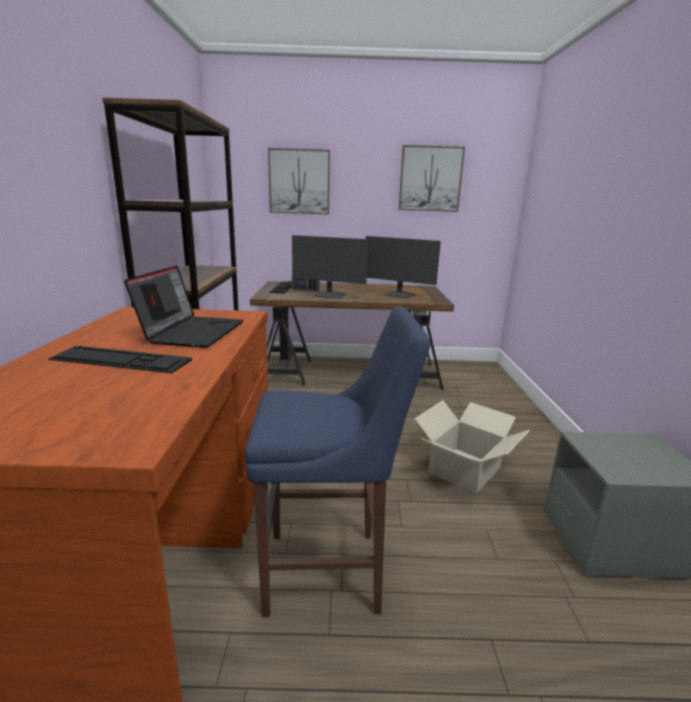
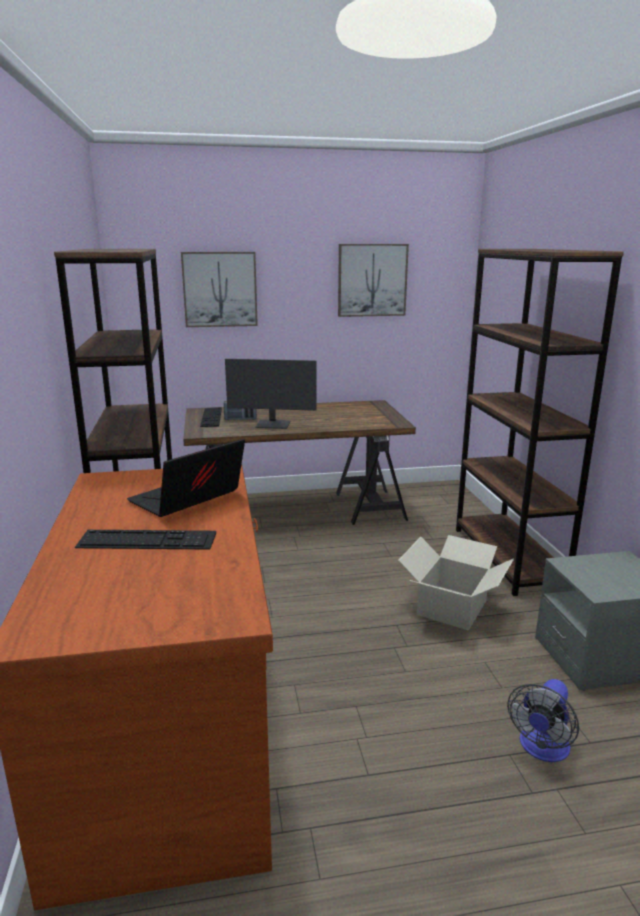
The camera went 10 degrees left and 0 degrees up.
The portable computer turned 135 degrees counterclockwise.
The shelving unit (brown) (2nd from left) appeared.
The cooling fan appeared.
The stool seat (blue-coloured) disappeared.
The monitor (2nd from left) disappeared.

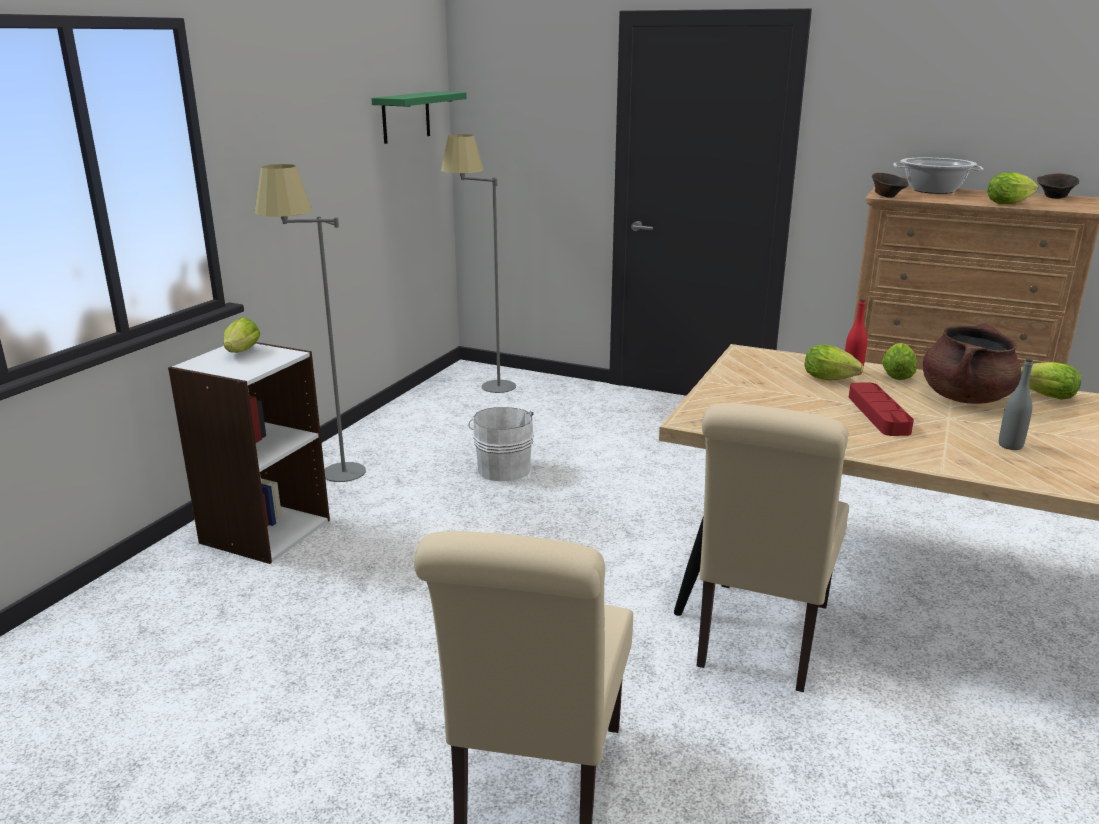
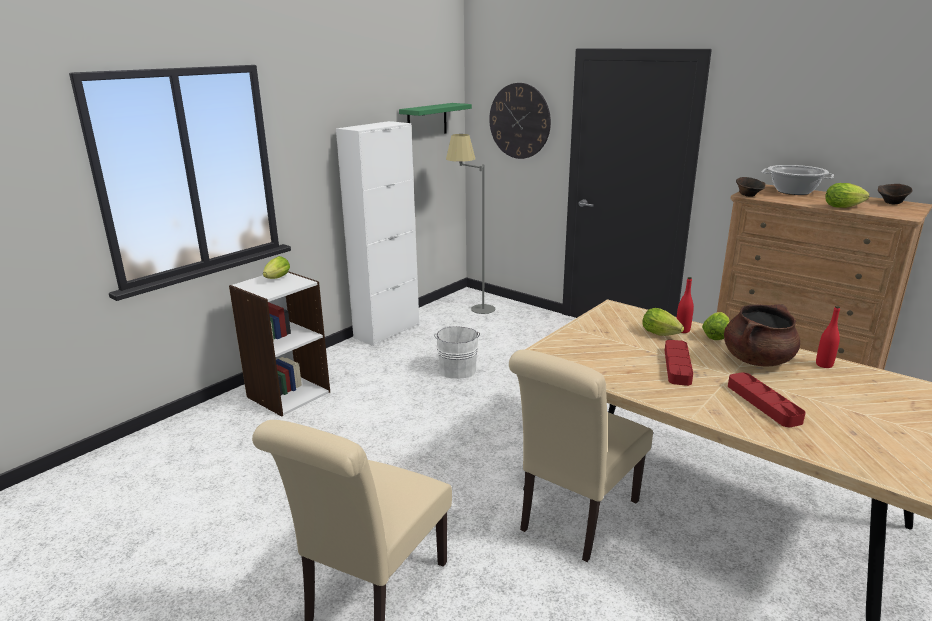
The camera went 15 degrees right and 0 degrees up.
The cabinet (white-coloured) appeared.
The clock on the wall appeared.
The beverage bottle (greyish) was replaced by the tray (reddish) (2nd from left).
The lettuce (5th from left) was replaced by the beverage bottle (reddish) (2nd from left).
The floor lamp (greyish) (1st from left) disappeared.

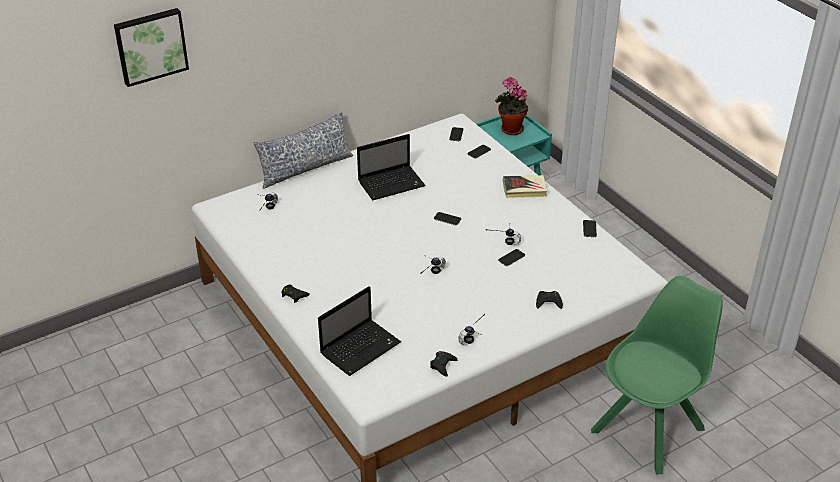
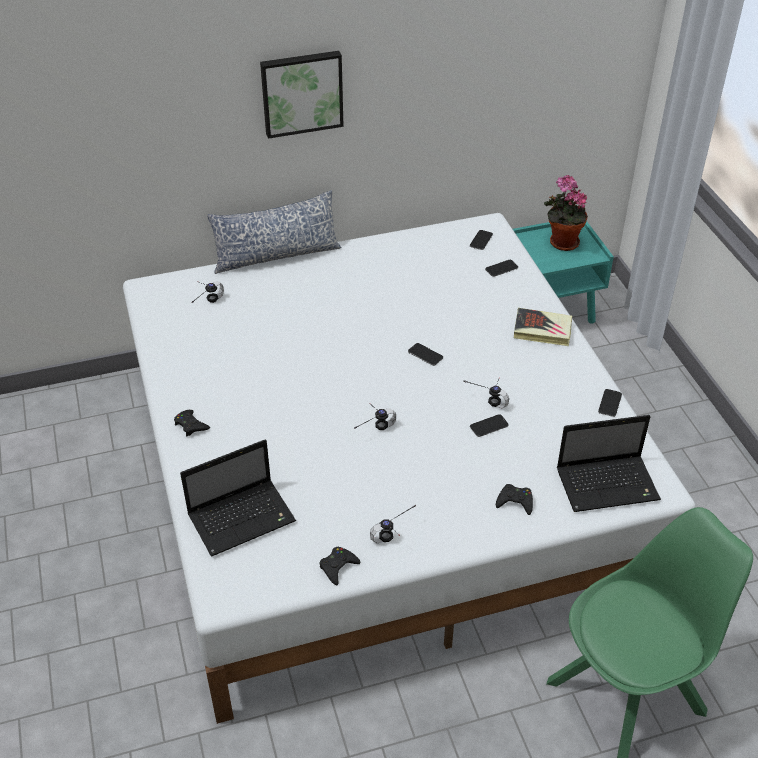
The camera went 15 degrees right and 5 degrees up.
The wall picture moved.
The portable computer (2nd from left) moved.

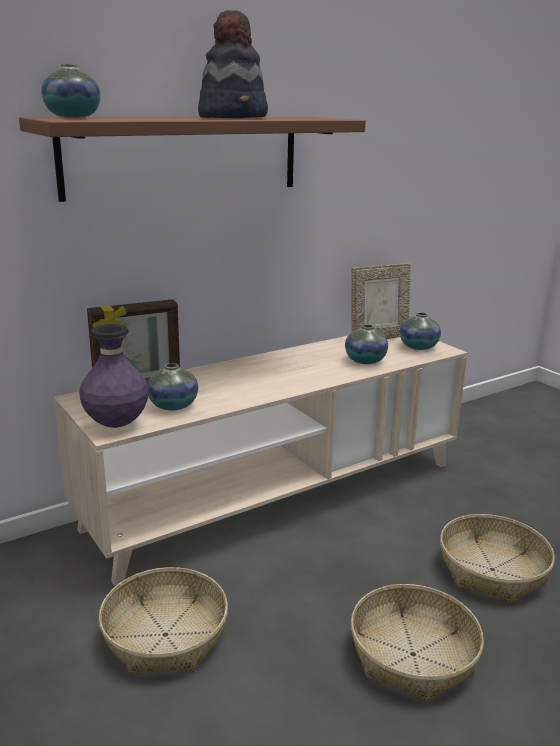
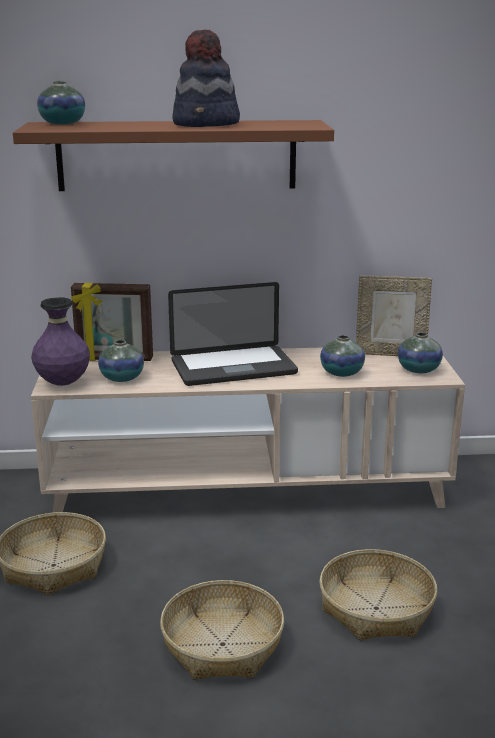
The camera went 30 degrees right and 0 degrees up.
The portable computer appeared.

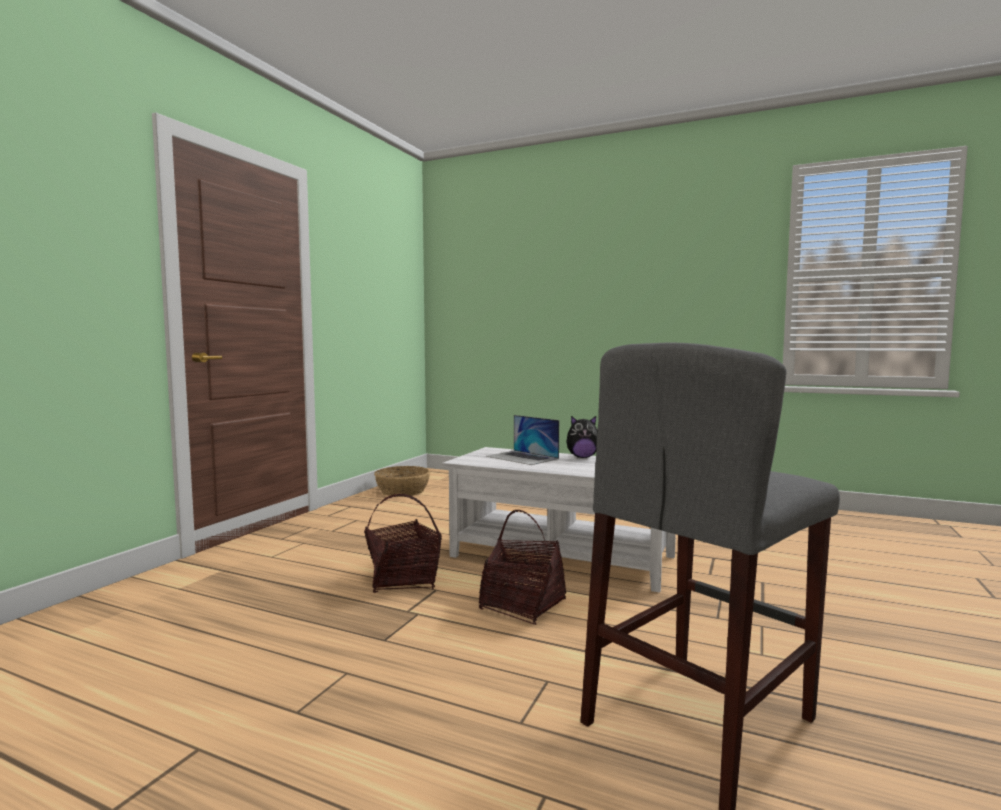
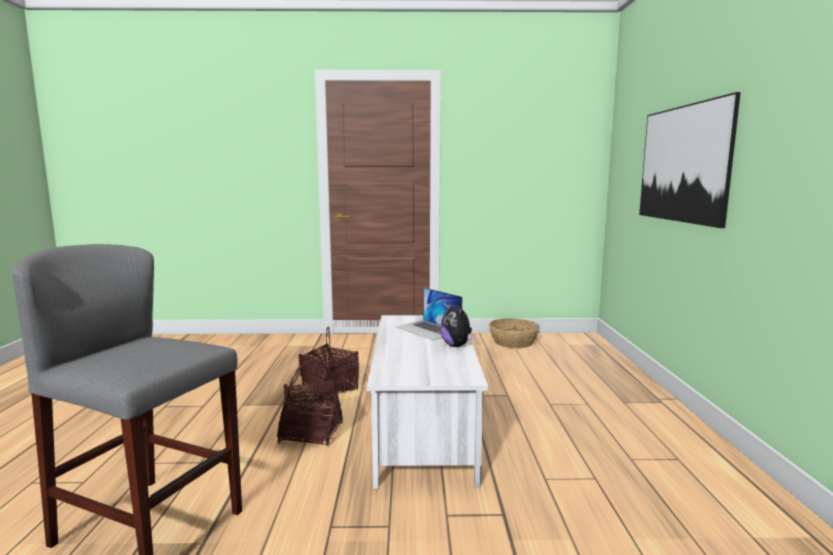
The camera went 65 degrees right and 5 degrees up.
The portable computer turned 60 degrees counterclockwise.
The wall picture appeared.

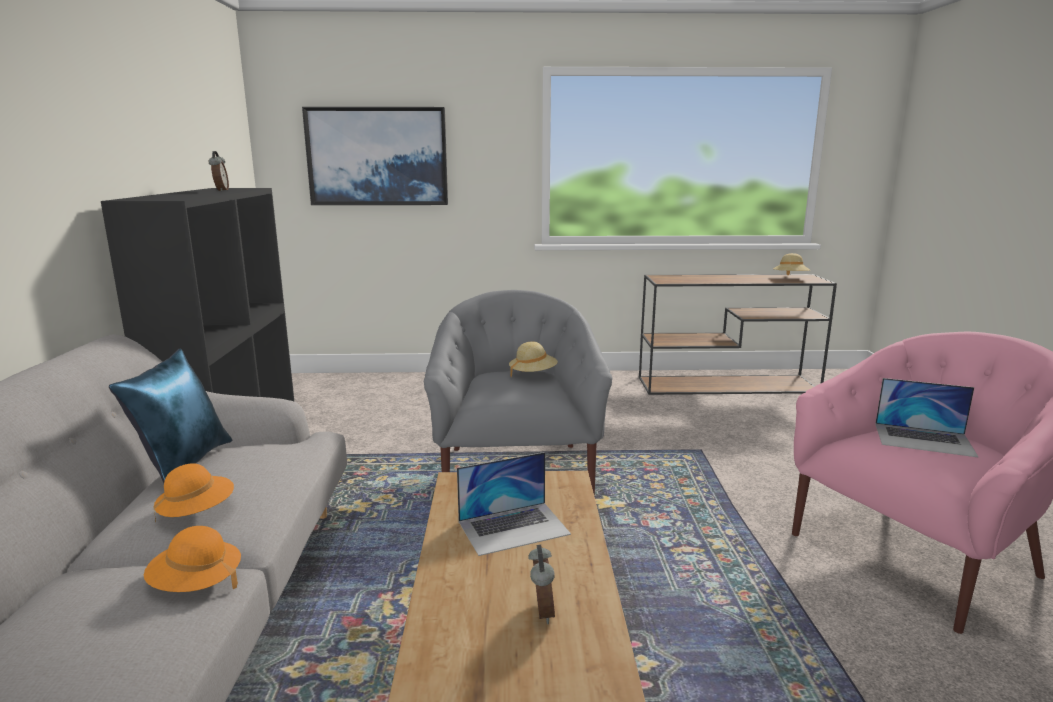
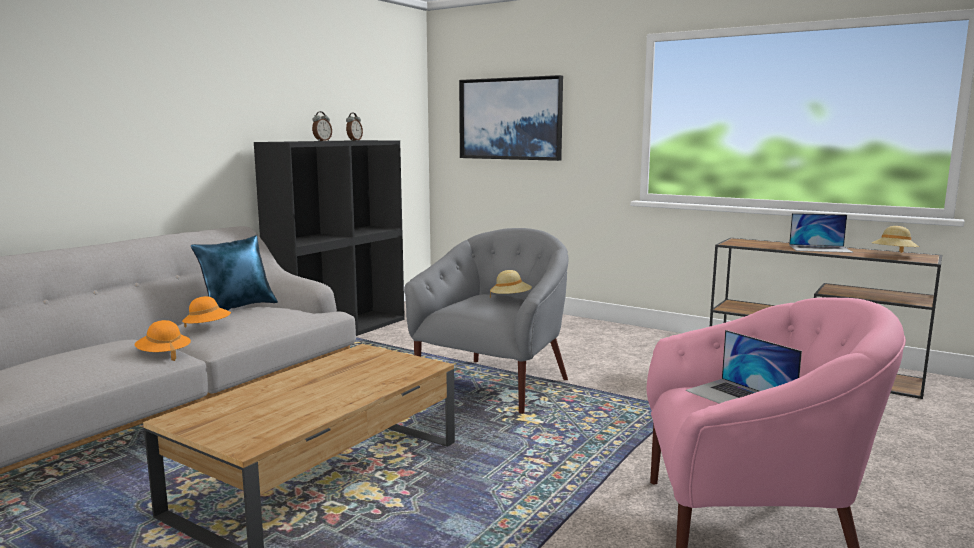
The camera went 35 degrees right and 5 degrees down.
The table clock (2nd from left in the first image) moved.
The portable computer (1st from left in the first image) moved.

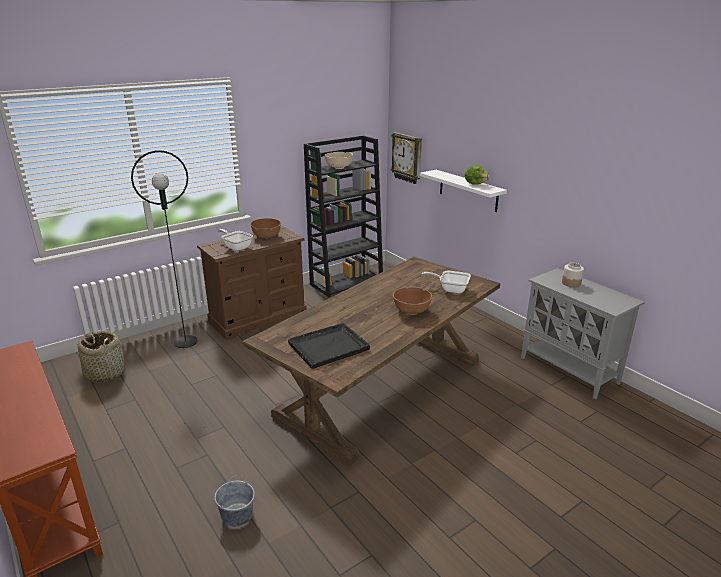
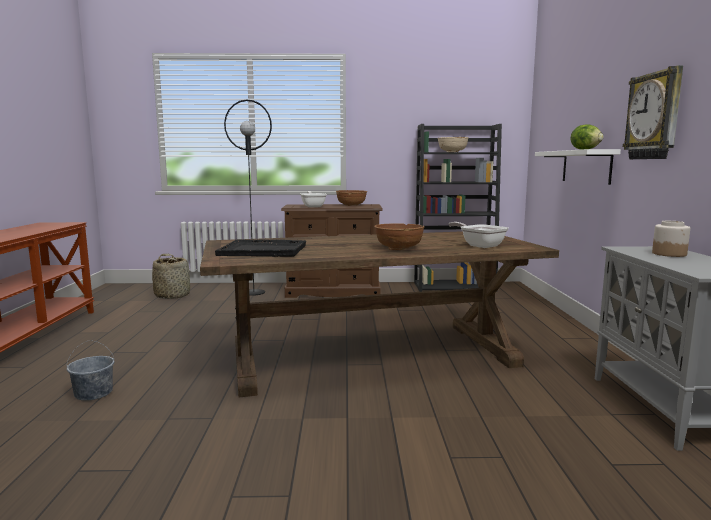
The camera went 35 degrees right and 15 degrees down.
The clock on the wall moved.

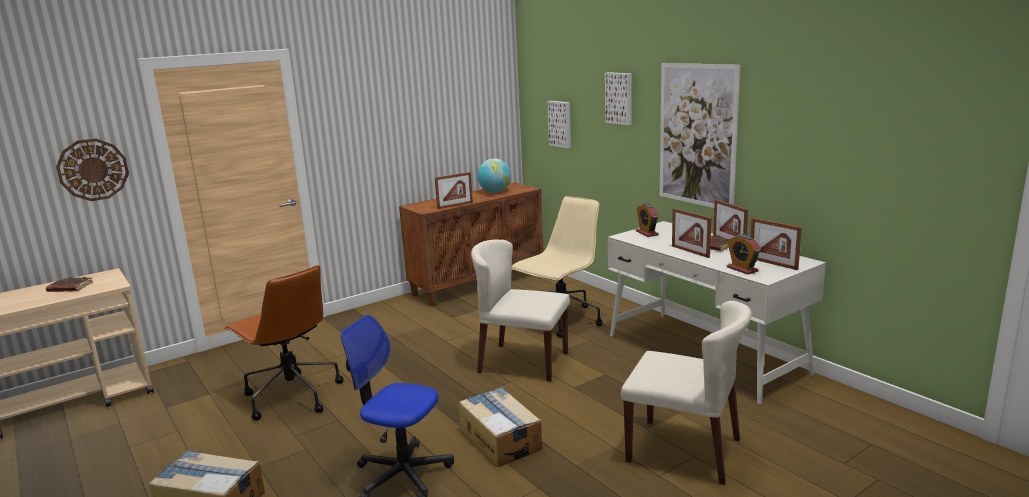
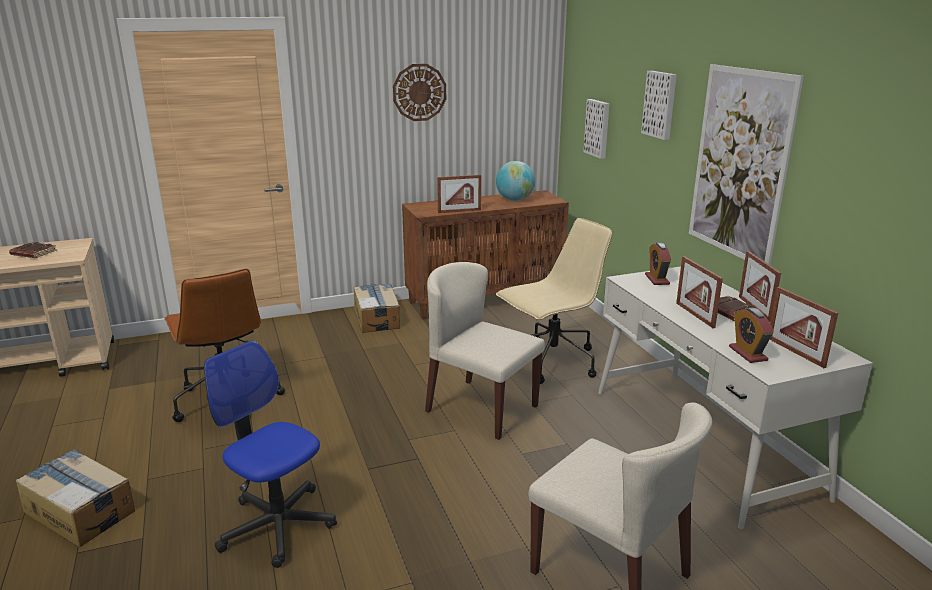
The camera went 15 degrees right and 5 degrees up.
The packing box (2nd from left) moved.
The clock on the wall moved.

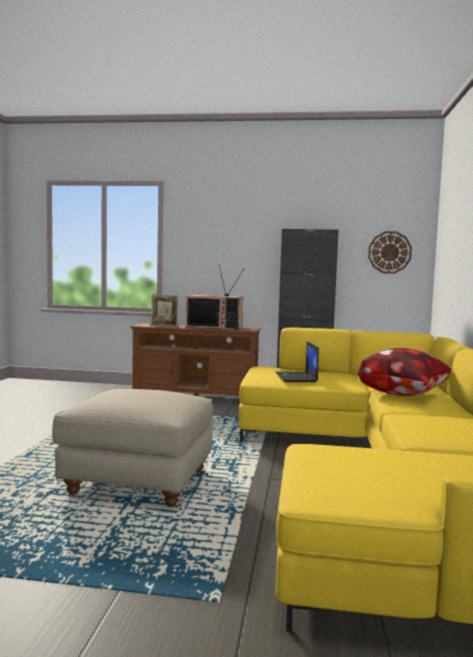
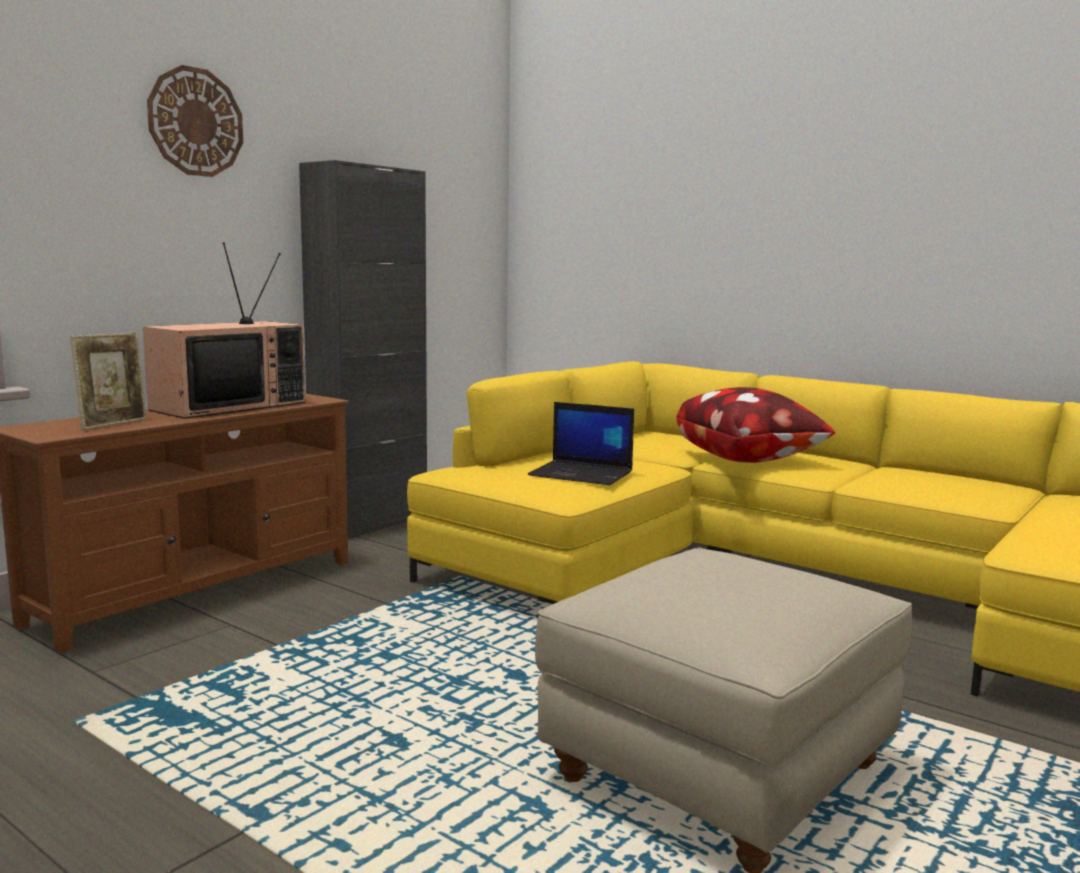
The camera went 60 degrees left and 5 degrees up.
The clock on the wall moved.

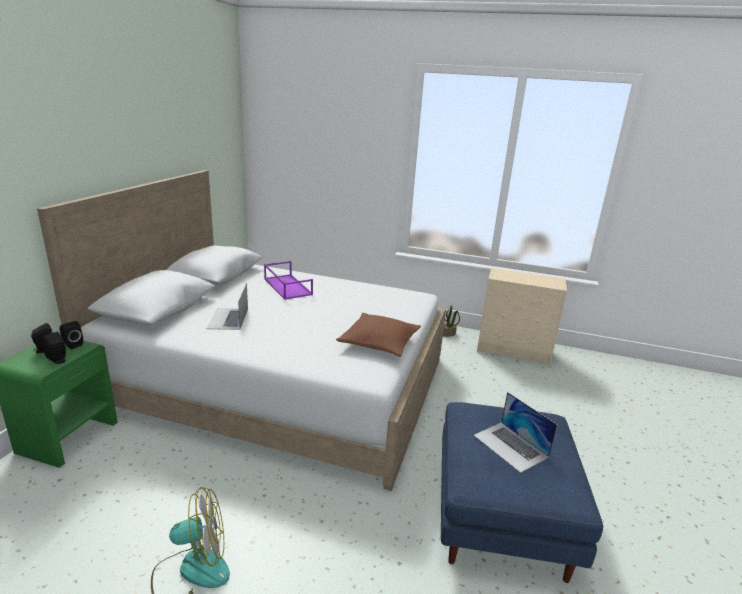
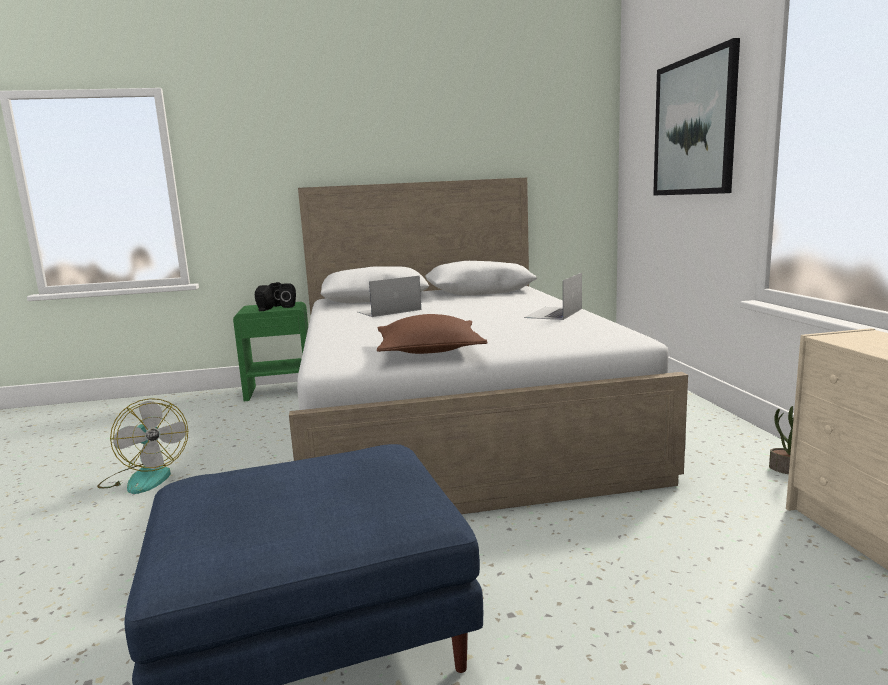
The camera went 65 degrees right and 10 degrees down.
The portable computer (2nd from left) moved.
The wall picture appeared.
The tray (purple) disappeared.

